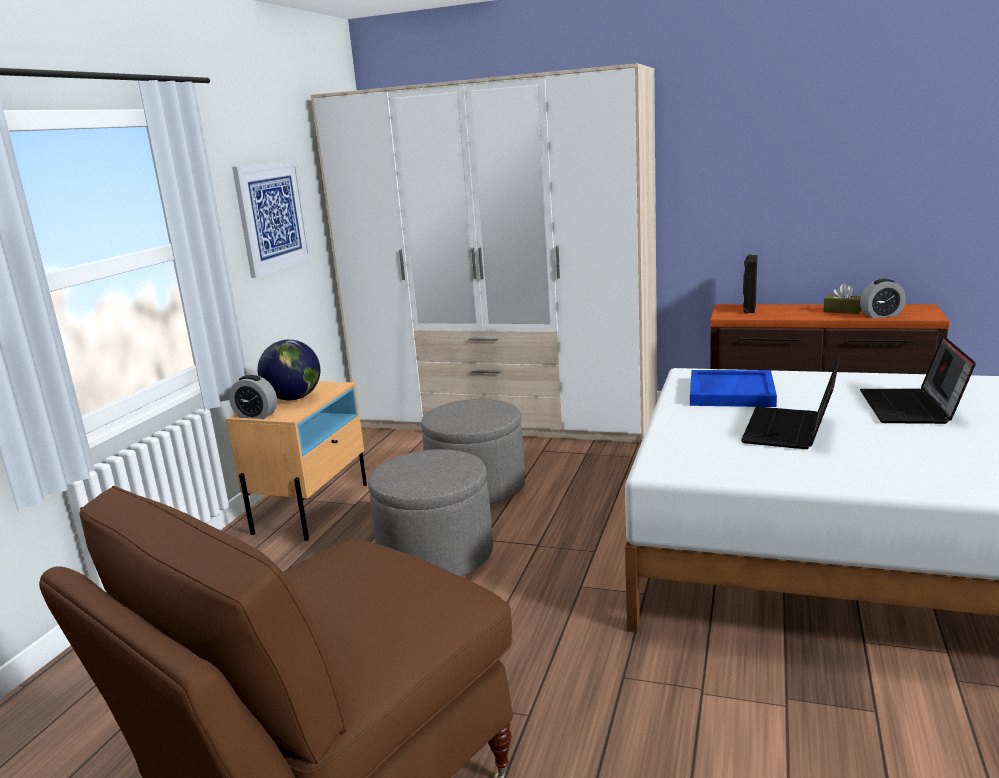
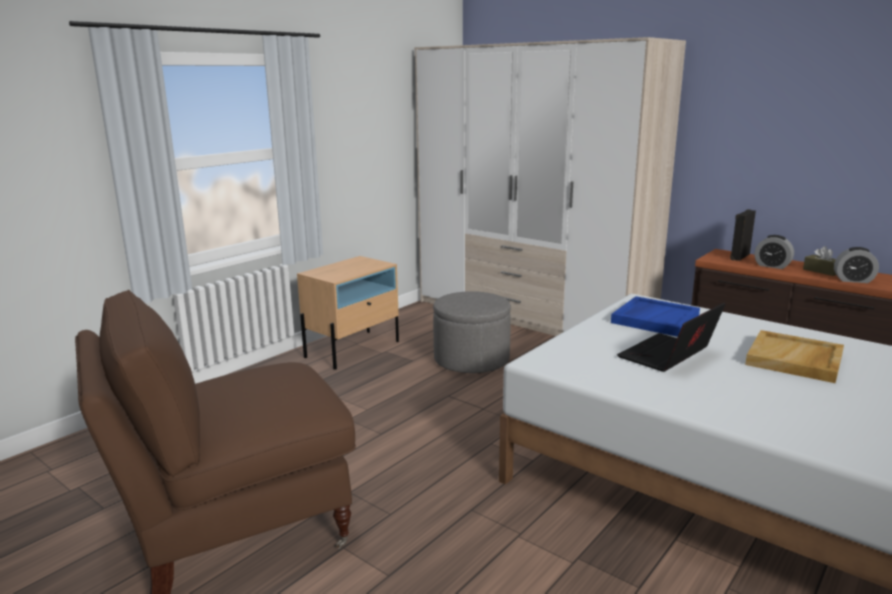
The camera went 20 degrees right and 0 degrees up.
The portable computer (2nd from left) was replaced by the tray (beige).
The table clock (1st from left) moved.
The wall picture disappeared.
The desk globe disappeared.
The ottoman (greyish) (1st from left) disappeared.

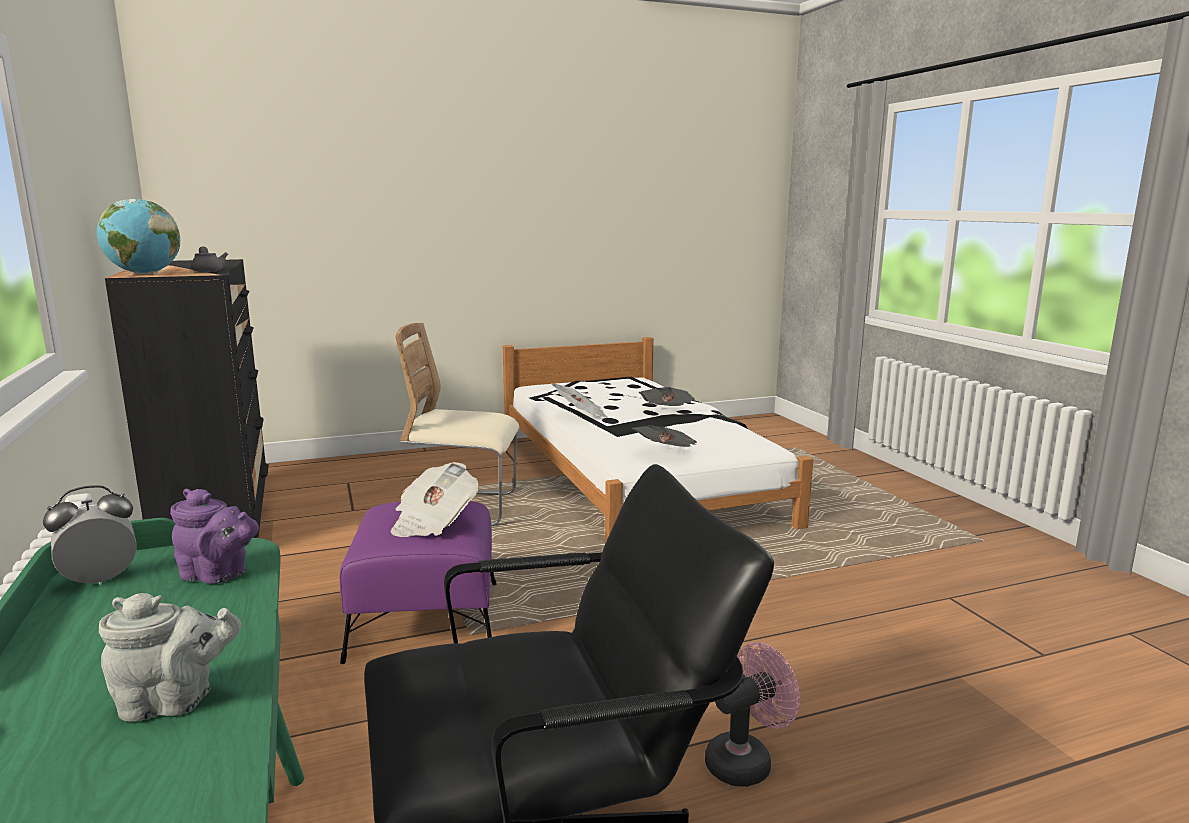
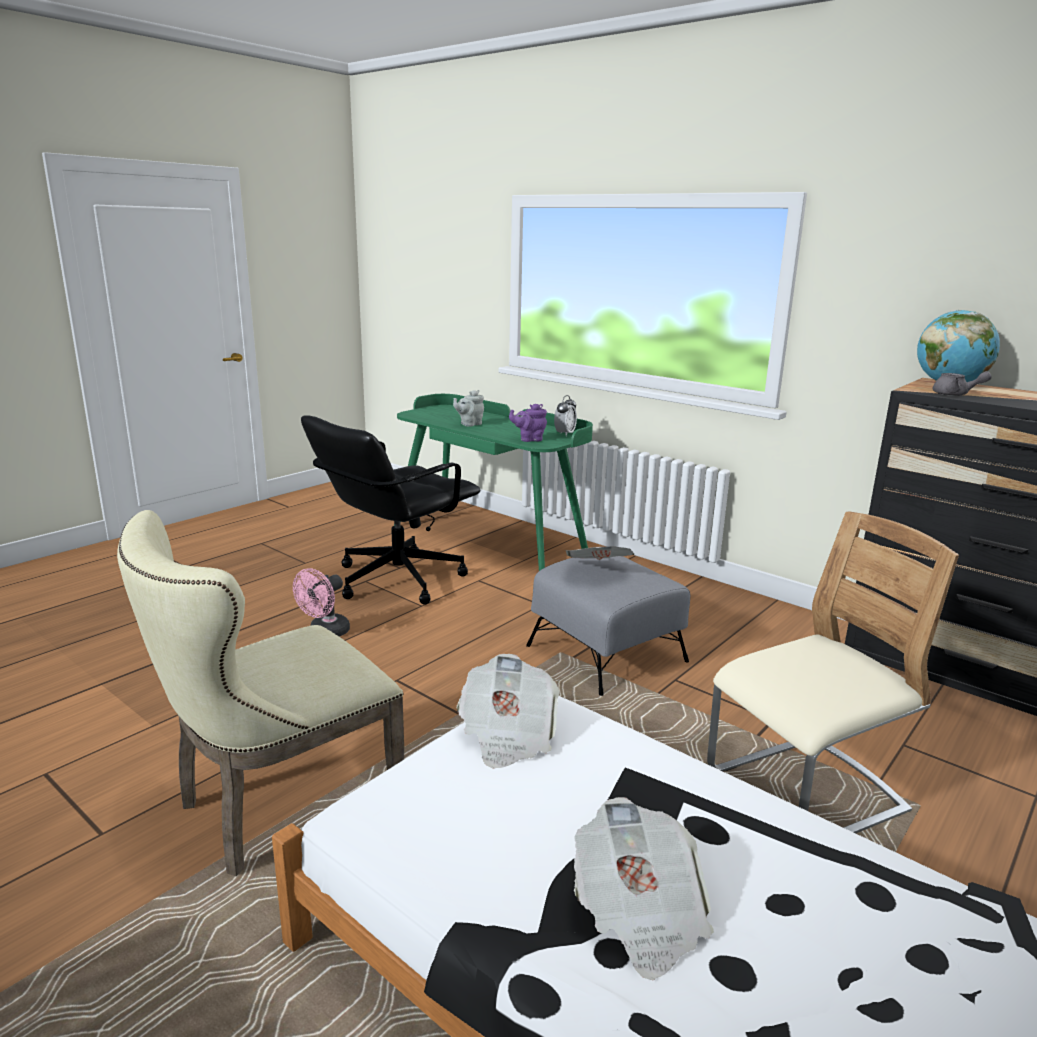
The camera went 150 degrees right and 5 degrees up.
The chair (beige) (1st from left) appeared.
The ottoman (purple) became the ottoman (greyish).
The daily paper (2nd from left) disappeared.

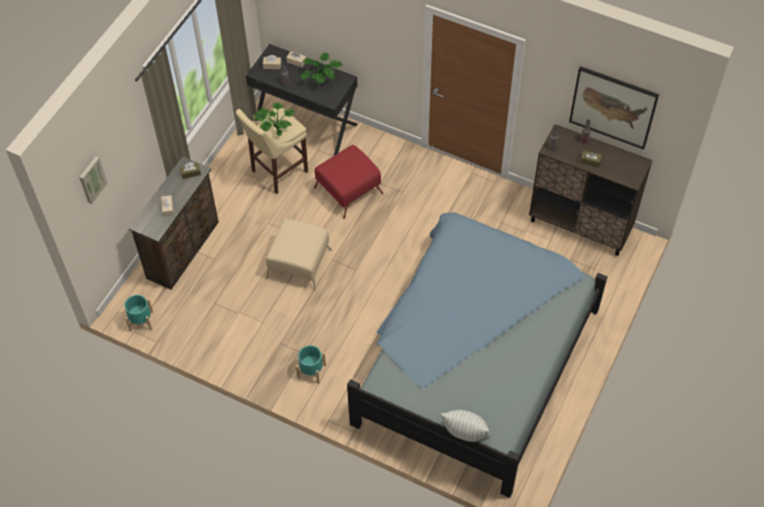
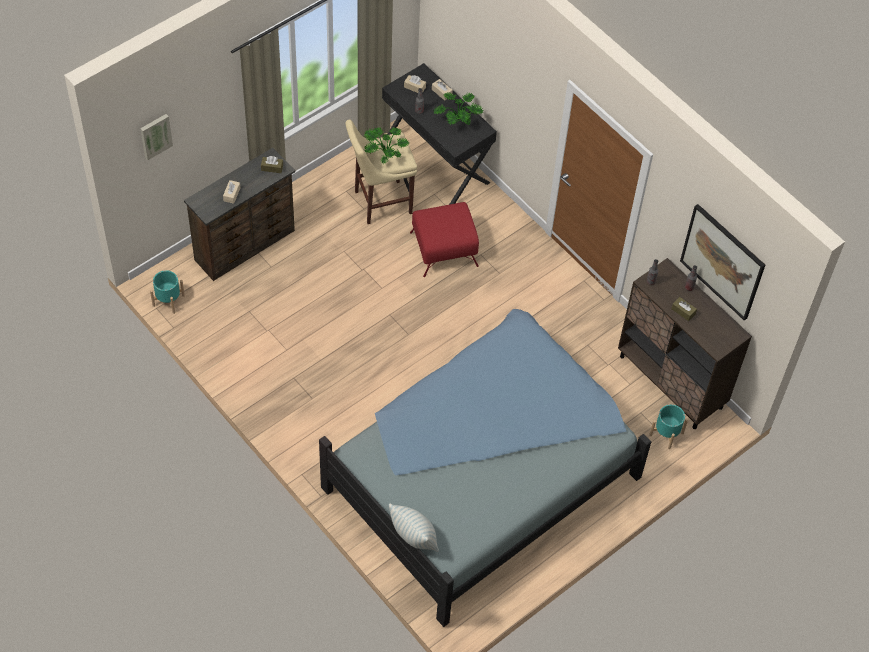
The camera went 20 degrees right and 0 degrees up.
The flower pot (turquoise) (2nd from left) moved.
The ottoman (beige) disappeared.

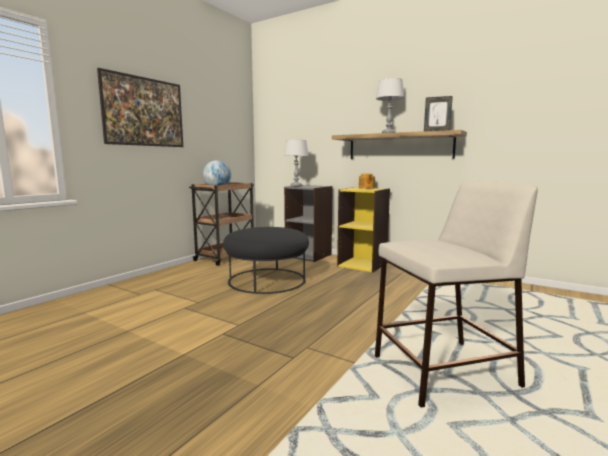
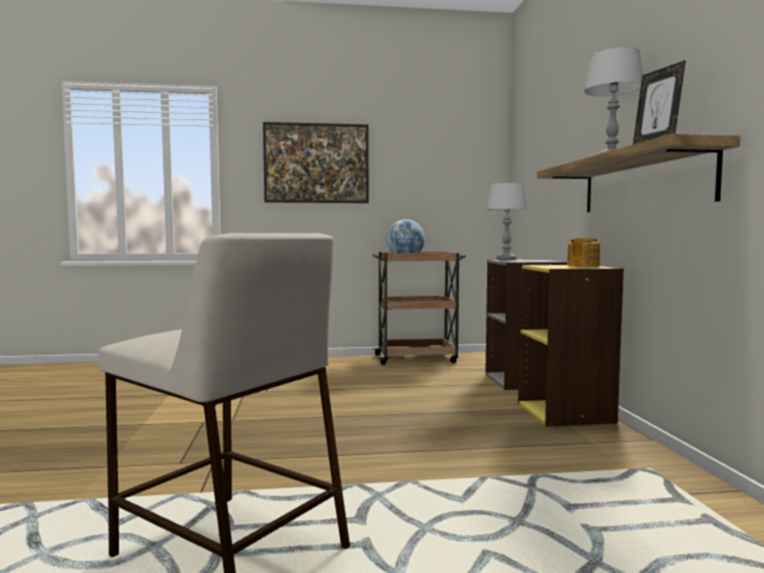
The camera went 50 degrees right and 5 degrees down.
The ottoman (blackish) disappeared.

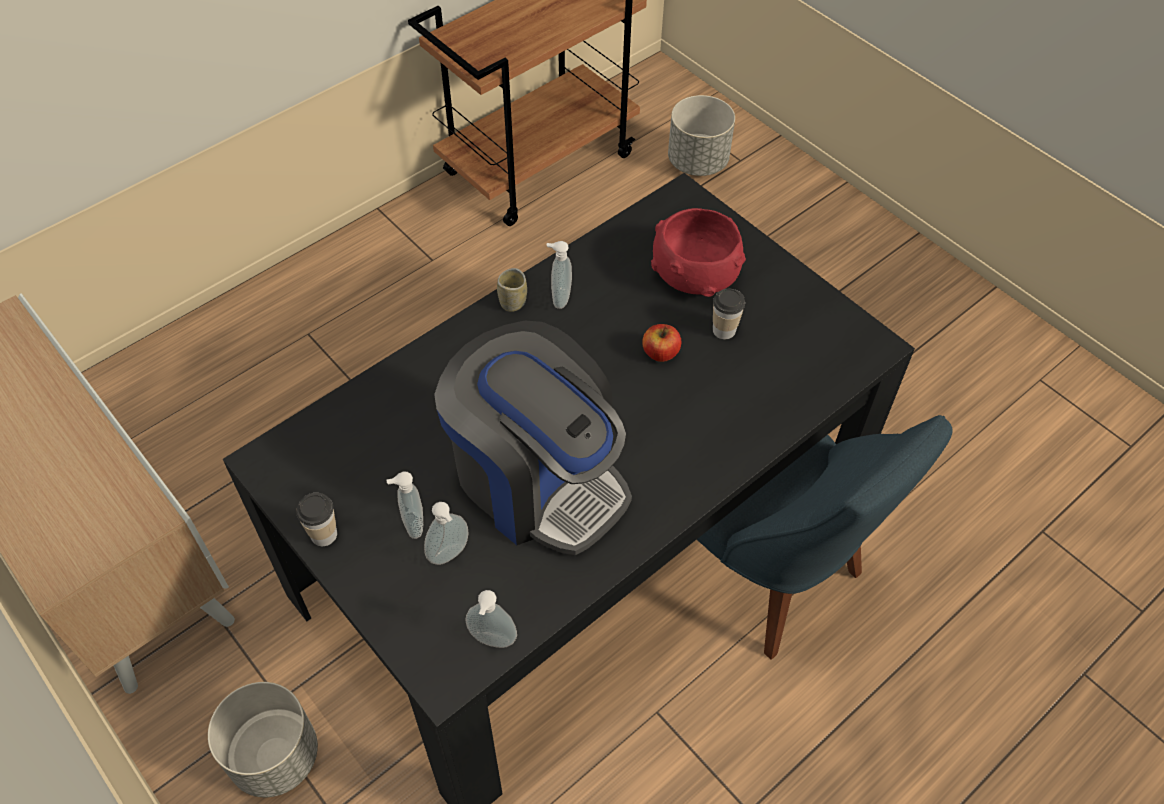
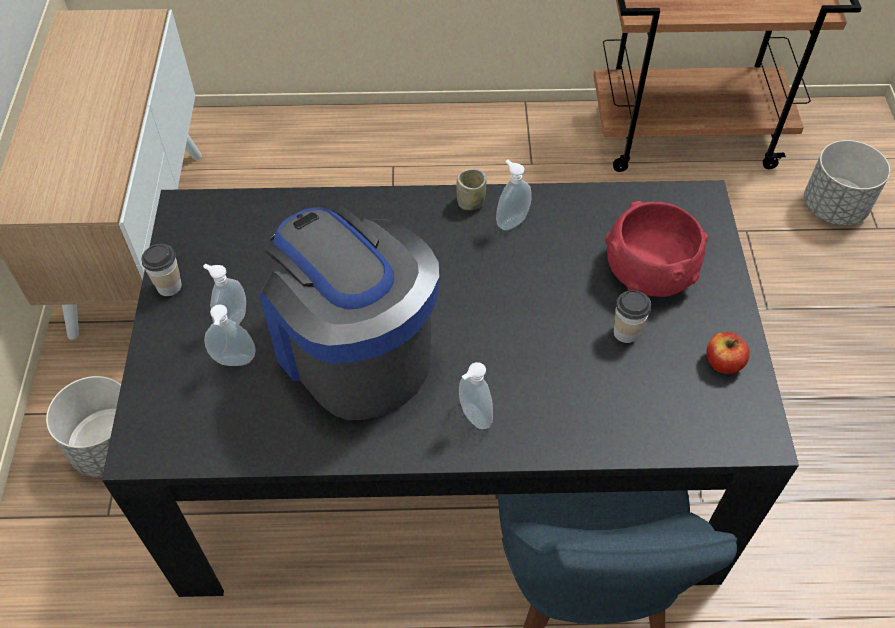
The camera went 40 degrees right and 0 degrees up.
The coffee maker turned 150 degrees clockwise.
The liquid soap bottle (3rd from left) moved.
The whole apple moved.

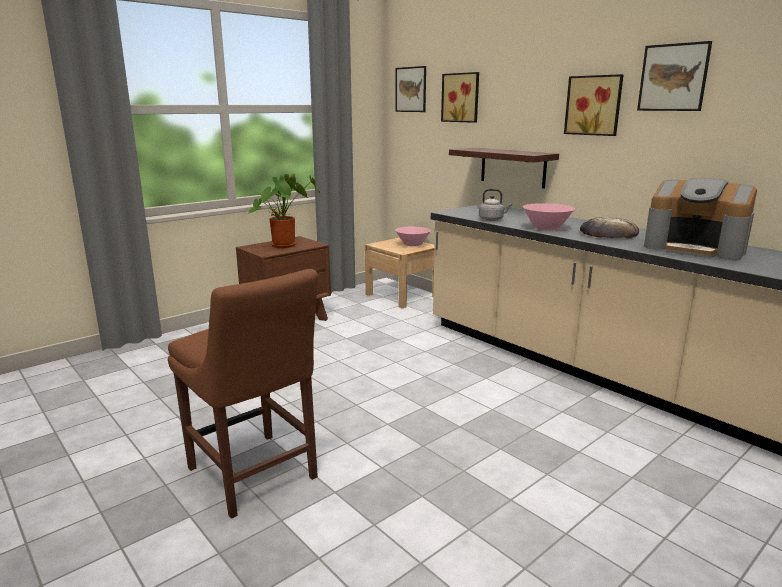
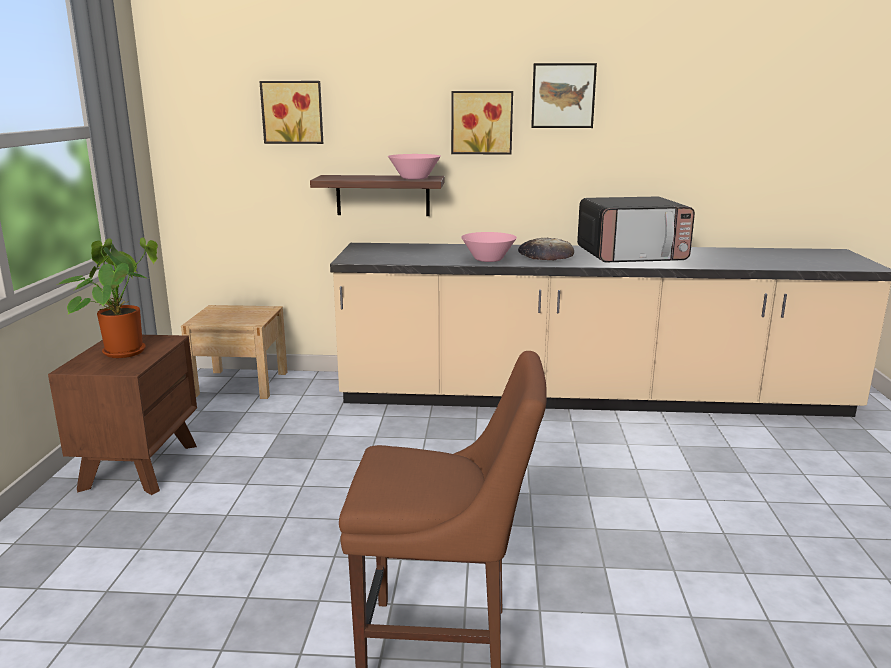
The camera went 45 degrees left and 0 degrees up.
The bowl (pinkish) (1st from left) moved.
The coffee maker was replaced by the kitchen microwave.
The wall picture (1st from left) disappeared.
The water kettle (greyish) disappeared.

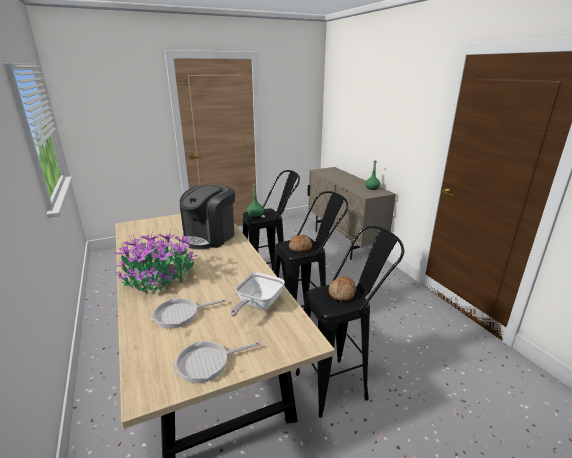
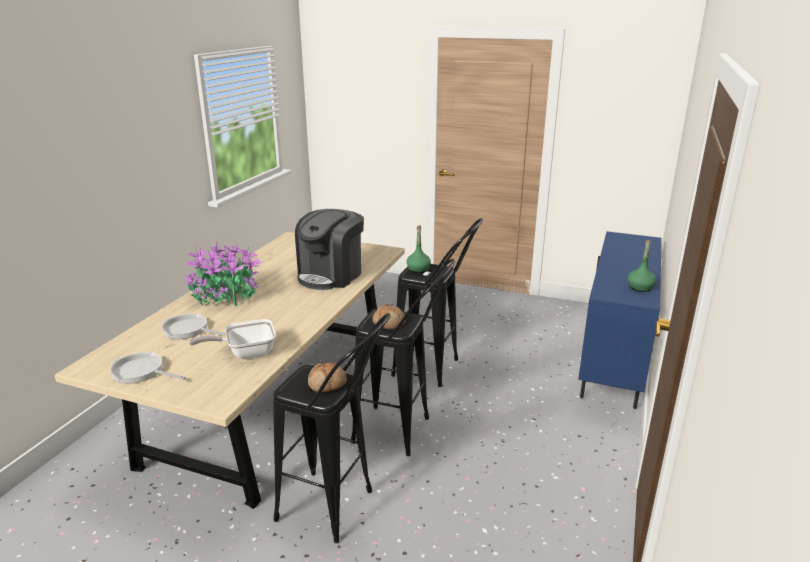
The camera went 45 degrees right and 0 degrees up.
The coffee maker turned 45 degrees counterclockwise.
The cabinet (beige) became the cabinet (blue-coloured).

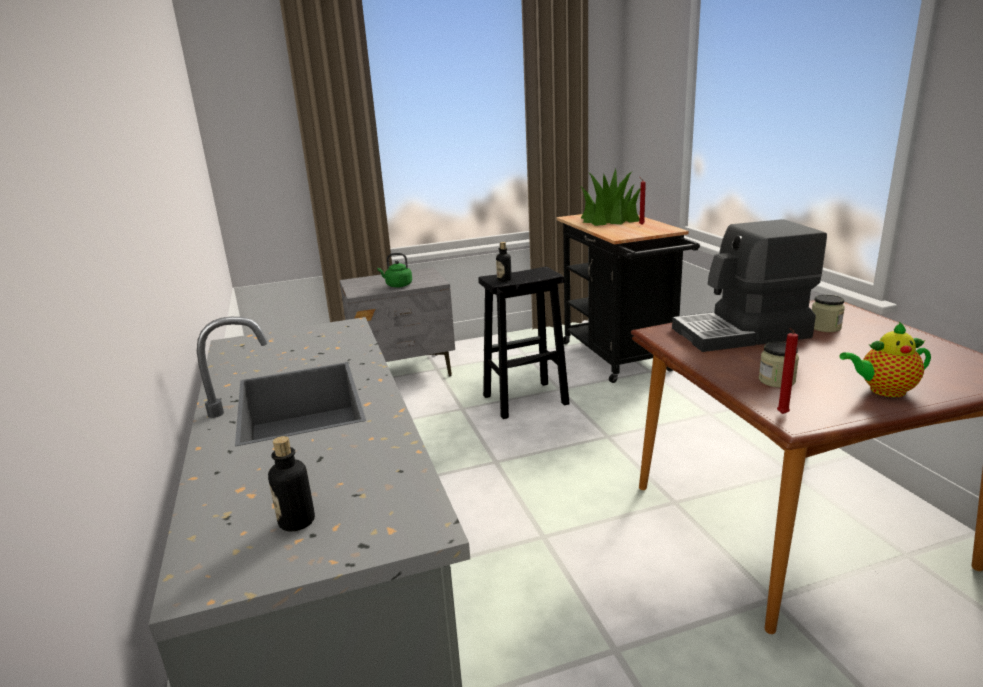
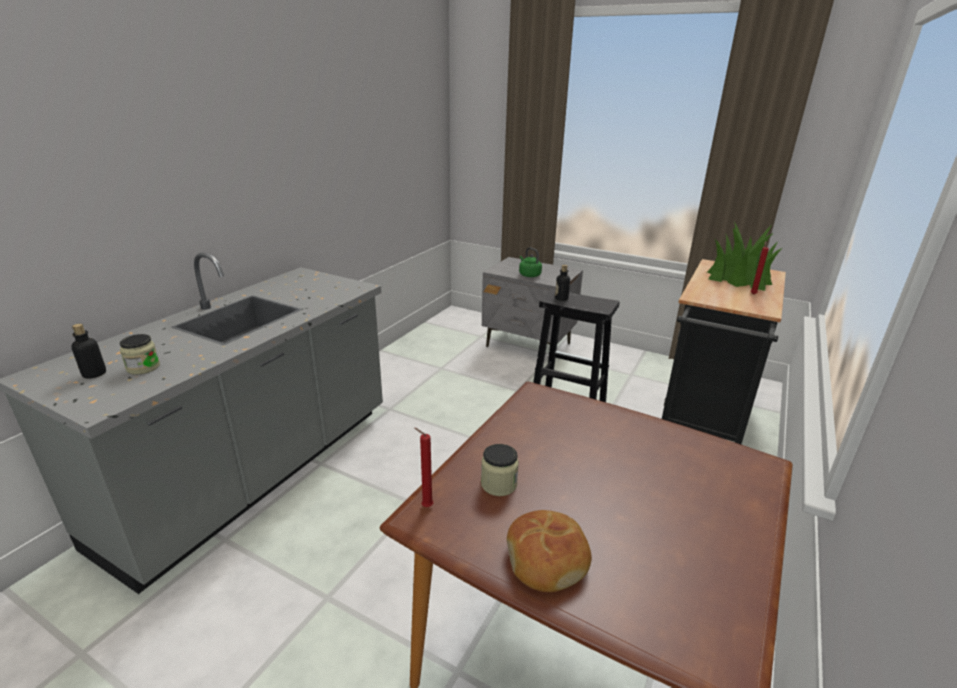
The camera went 45 degrees right and 5 degrees up.
The jar (2nd from left in the first image) moved.
The tea pot was replaced by the bread.
The coffee maker disappeared.

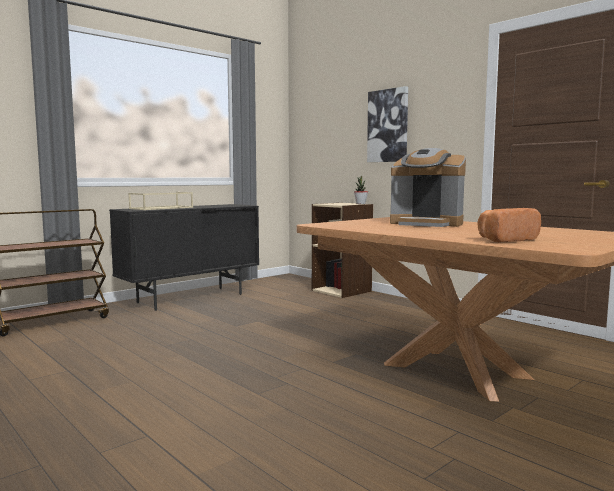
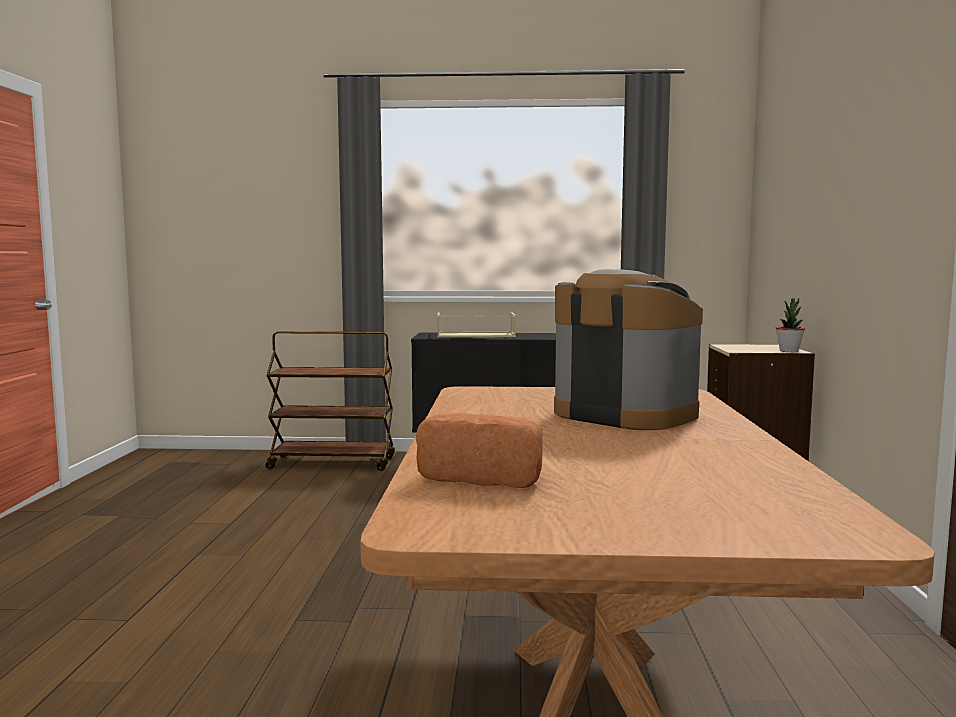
The camera went 45 degrees right and 0 degrees up.
The coffee maker turned 150 degrees clockwise.
The wall picture disappeared.

